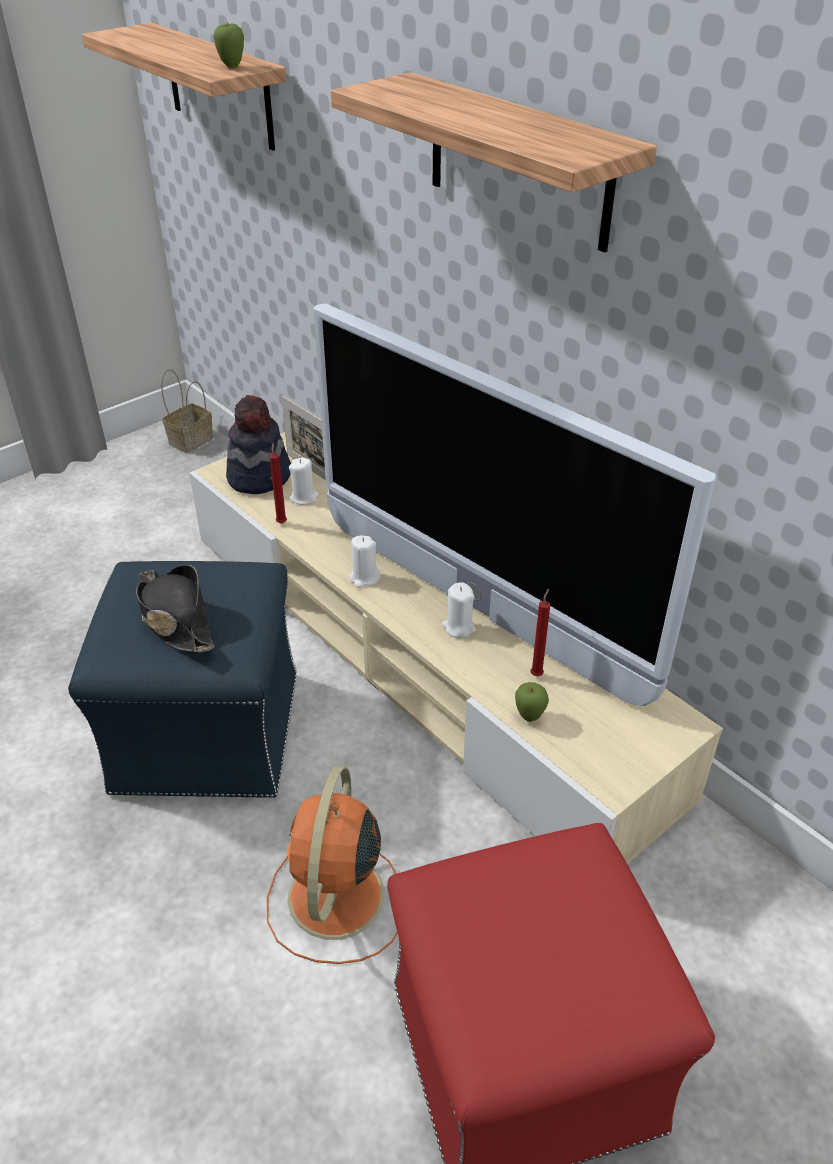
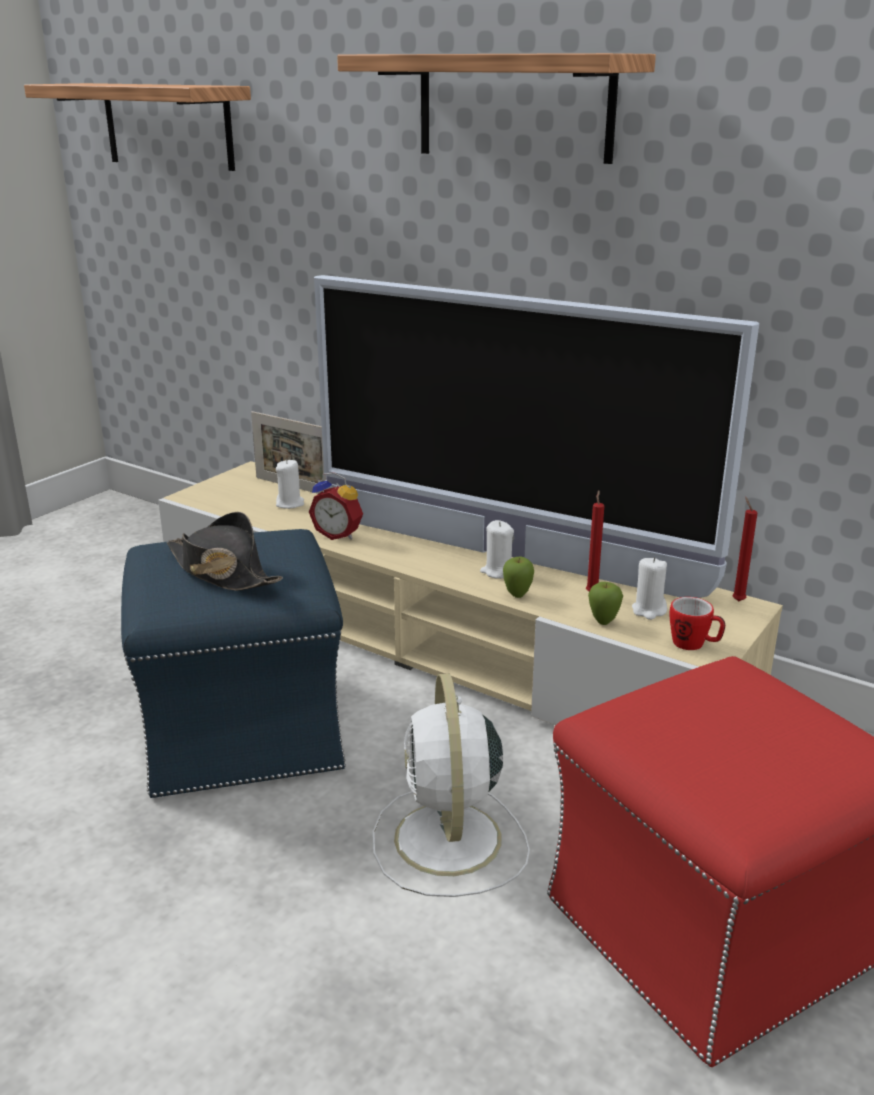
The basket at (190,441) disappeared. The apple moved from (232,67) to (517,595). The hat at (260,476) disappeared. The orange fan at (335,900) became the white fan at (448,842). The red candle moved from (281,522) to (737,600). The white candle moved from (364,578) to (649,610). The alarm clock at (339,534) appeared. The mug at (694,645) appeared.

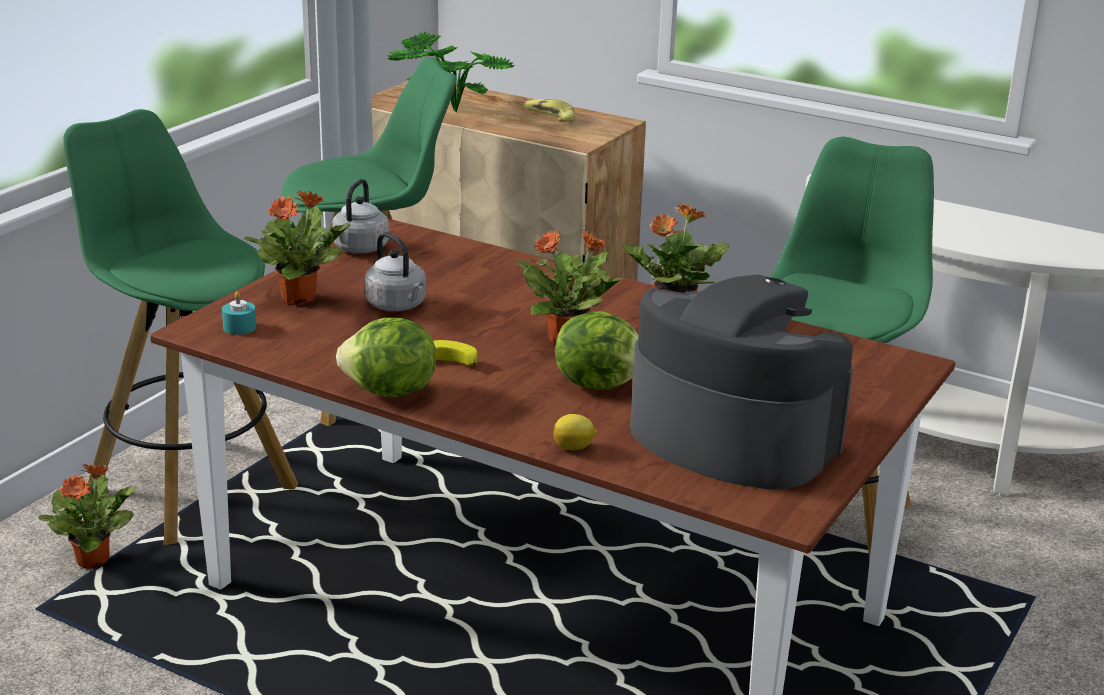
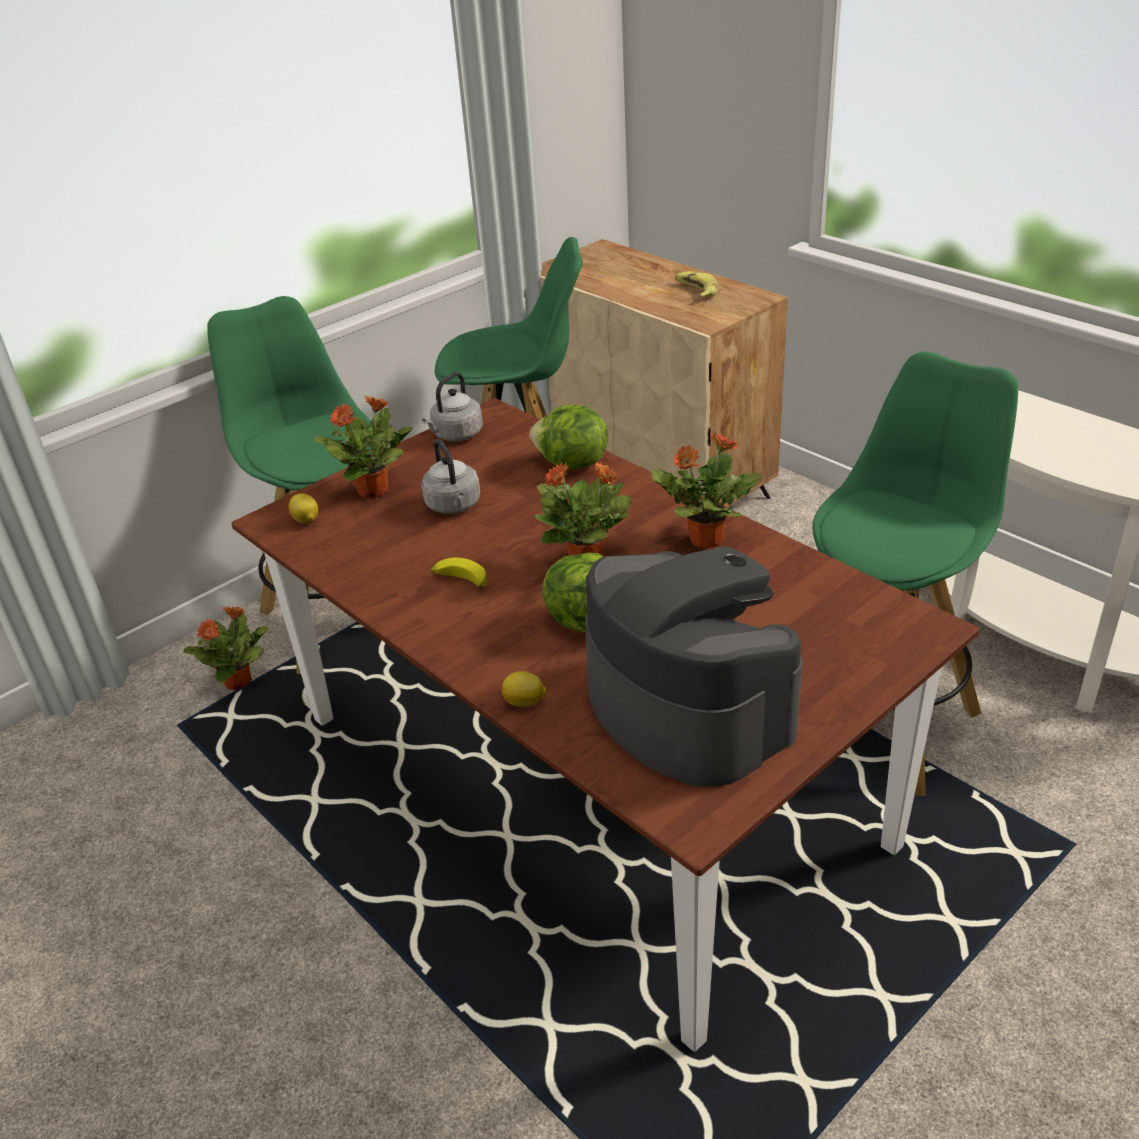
The turquoise candle at (239,327) was replaced by the lemon at (306,521). The lettuce moved from (390,393) to (571,464). The potted plant at (450,110) disappeared.

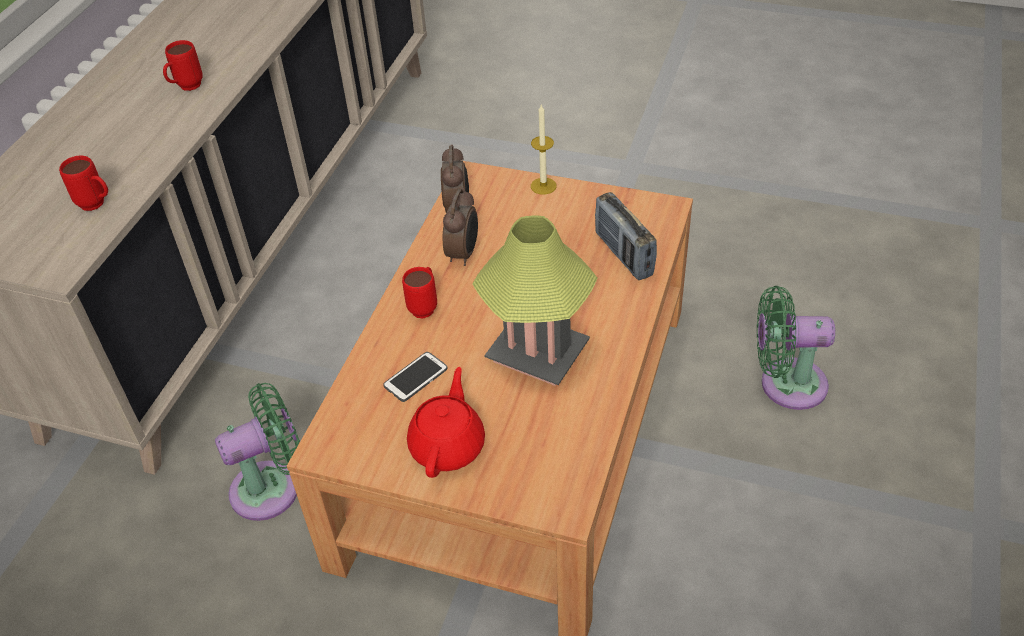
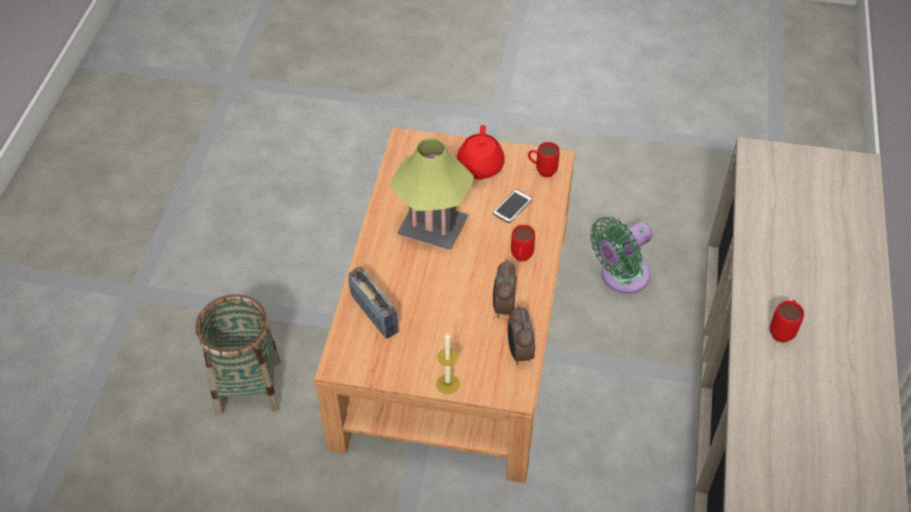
The red mug moved from (97,205) to (542,171). The green fan at (786,384) was replaced by the basket at (248,386).

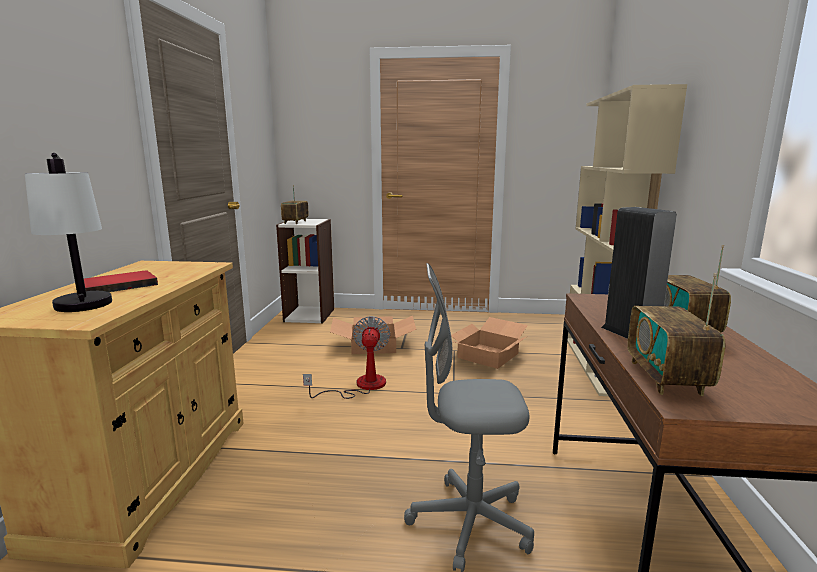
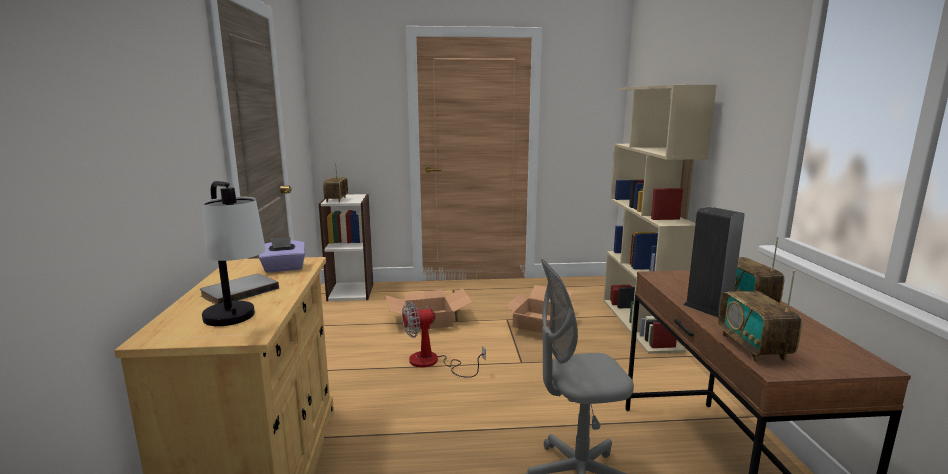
The red book at (118,285) became the grey book at (239,291). The fan at (361,386) turned 105 degrees counterclockwise. The purple tissue box at (284,268) appeared.

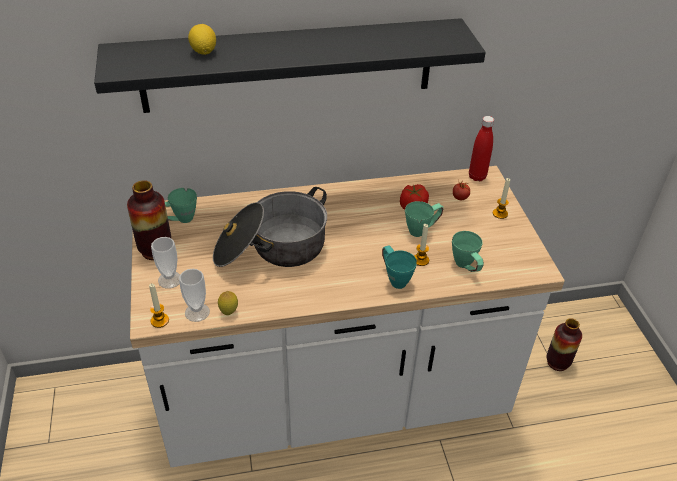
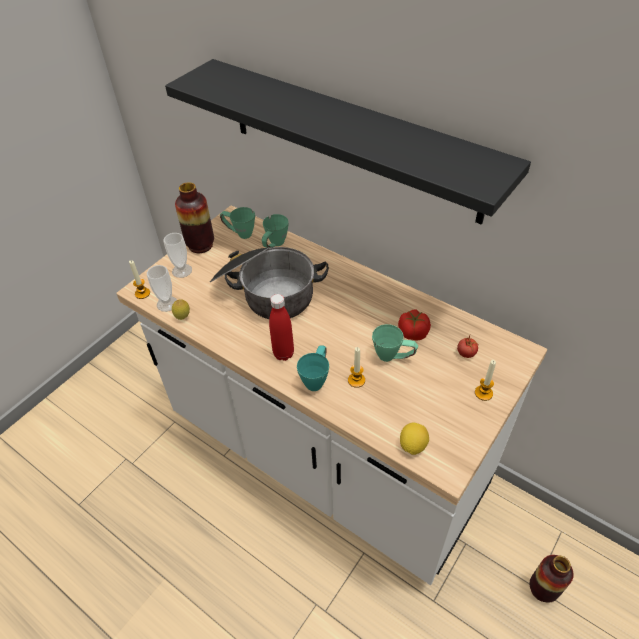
The lemon moved from (203,52) to (412,445). The green mug moved from (466,267) to (274,246). The red bottle moved from (477,177) to (283,354).

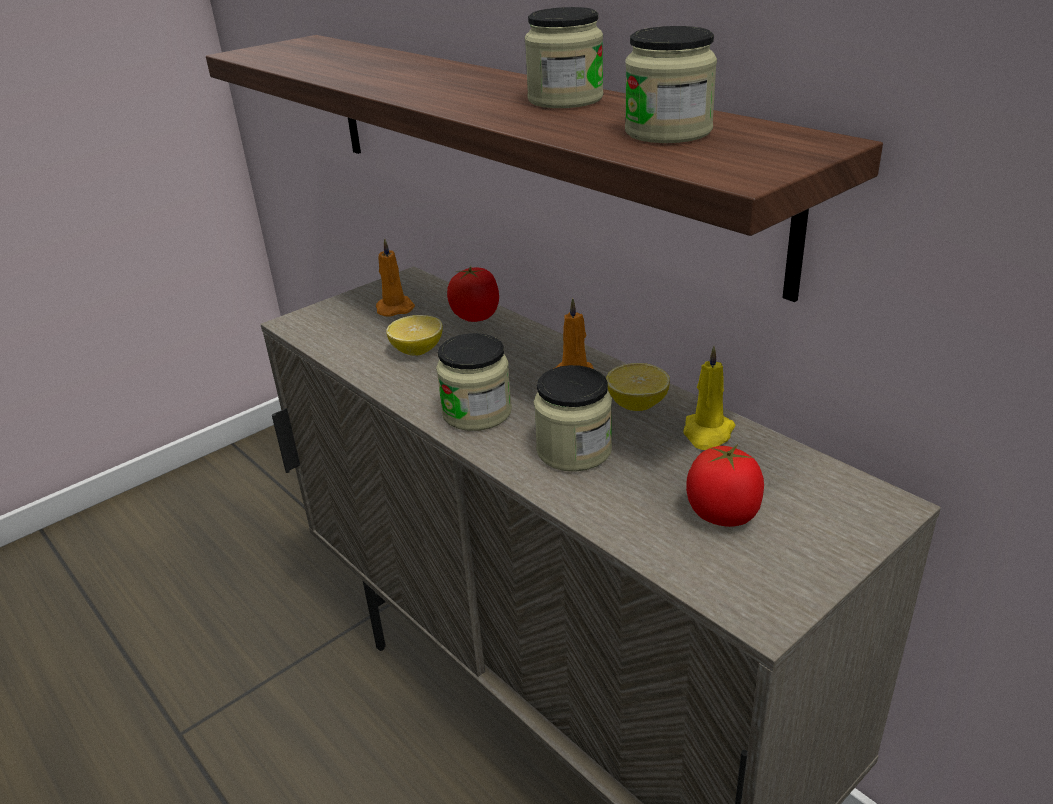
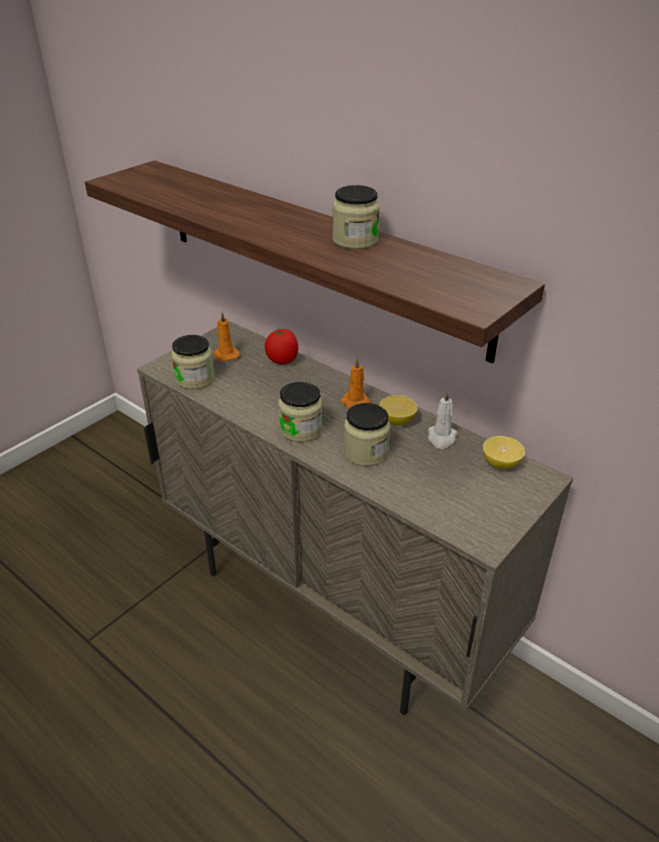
The lemon moved from (417,351) to (501,463). The jar moved from (668,131) to (195,379). The yellow candle at (707,433) became the white candle at (441,438). The tomato at (723,515) disappeared.

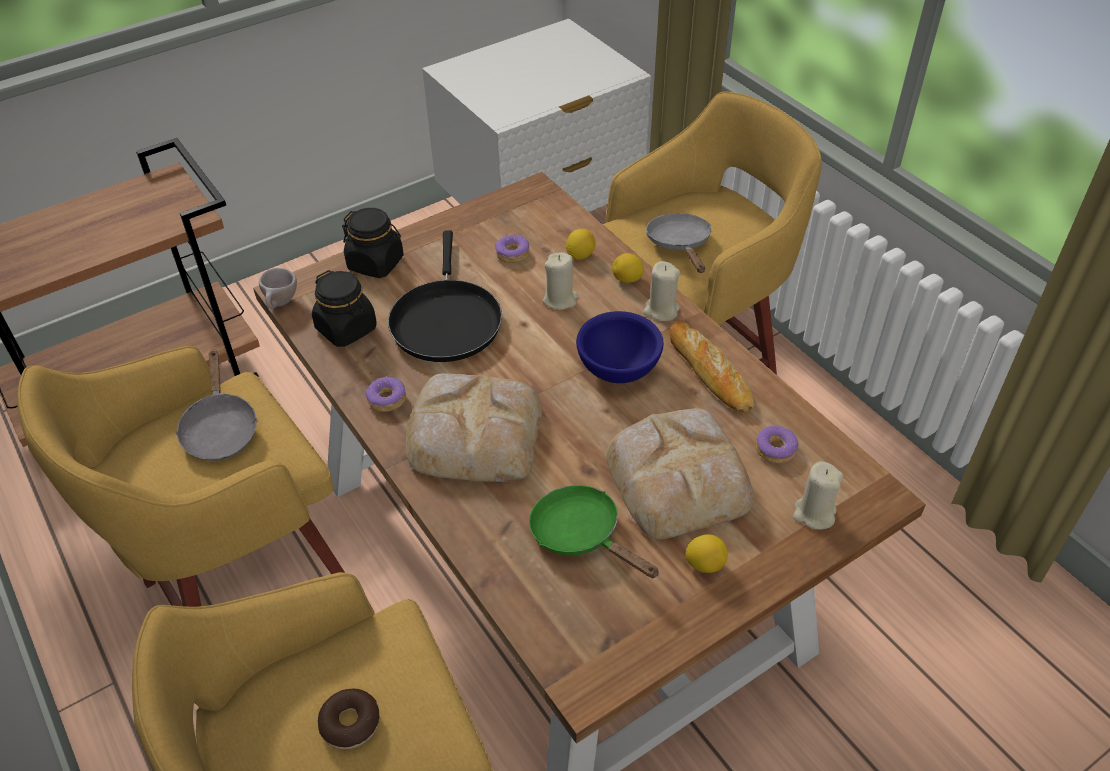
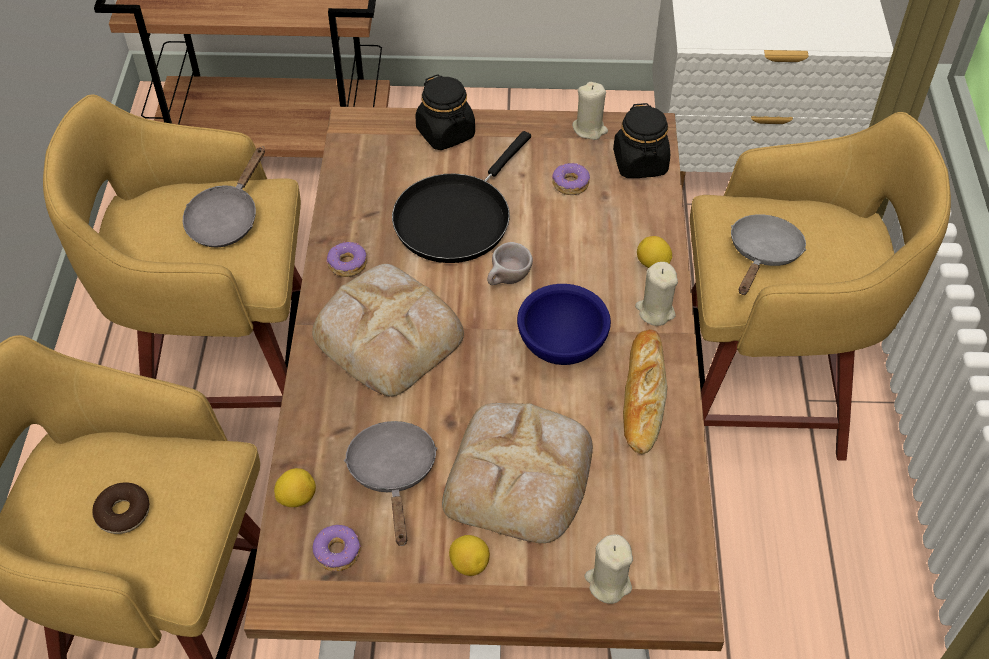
The beige cup moved from (281,304) to (507,281). The black jar moved from (346,329) to (640,163). The green frying pan at (582,535) became the grey frying pan at (393,474). The beige candle moved from (560,299) to (589,129). The lemon moved from (580,255) to (297,497). The donut moved from (776,449) to (338,552).

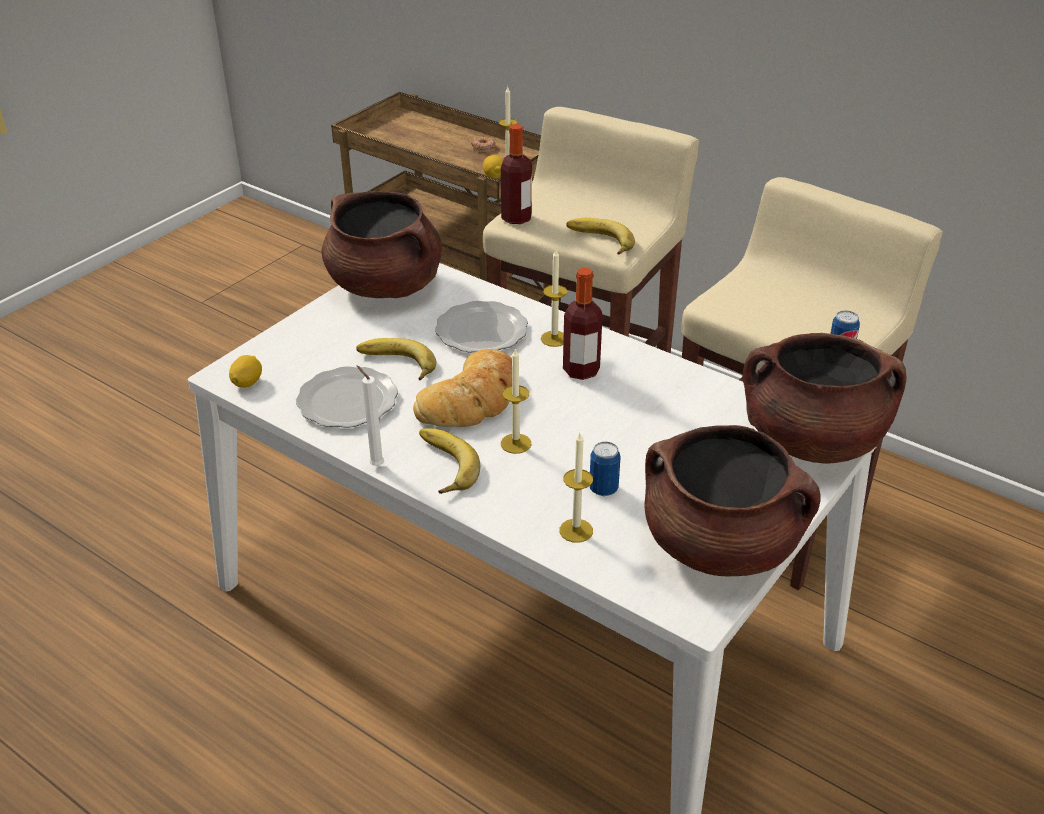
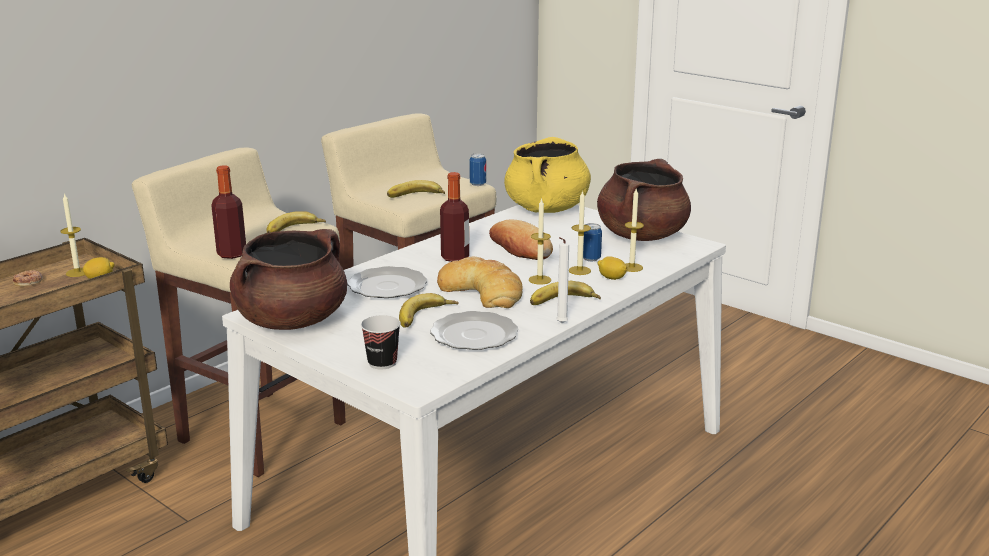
The lemon moved from (247,383) to (611,278). The candle moved from (554,338) to (579,270). The brown cooking pot at (812,441) became the yellow cooking pot at (547,209). The cup at (382,363) appeared. The banana at (416,196) appeared. The bread at (520,247) appeared.

